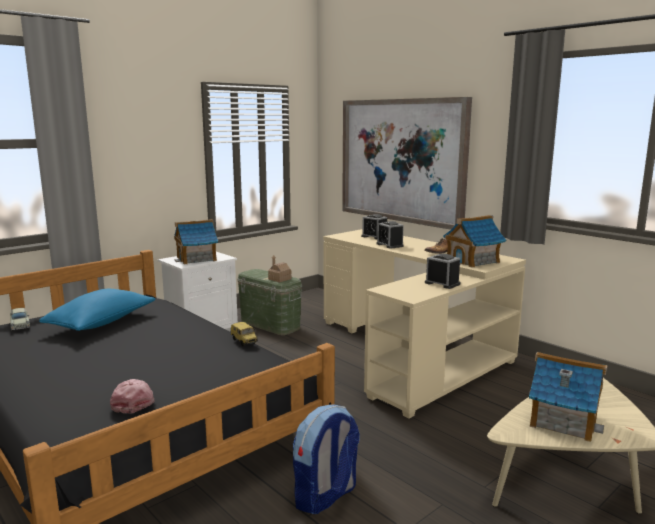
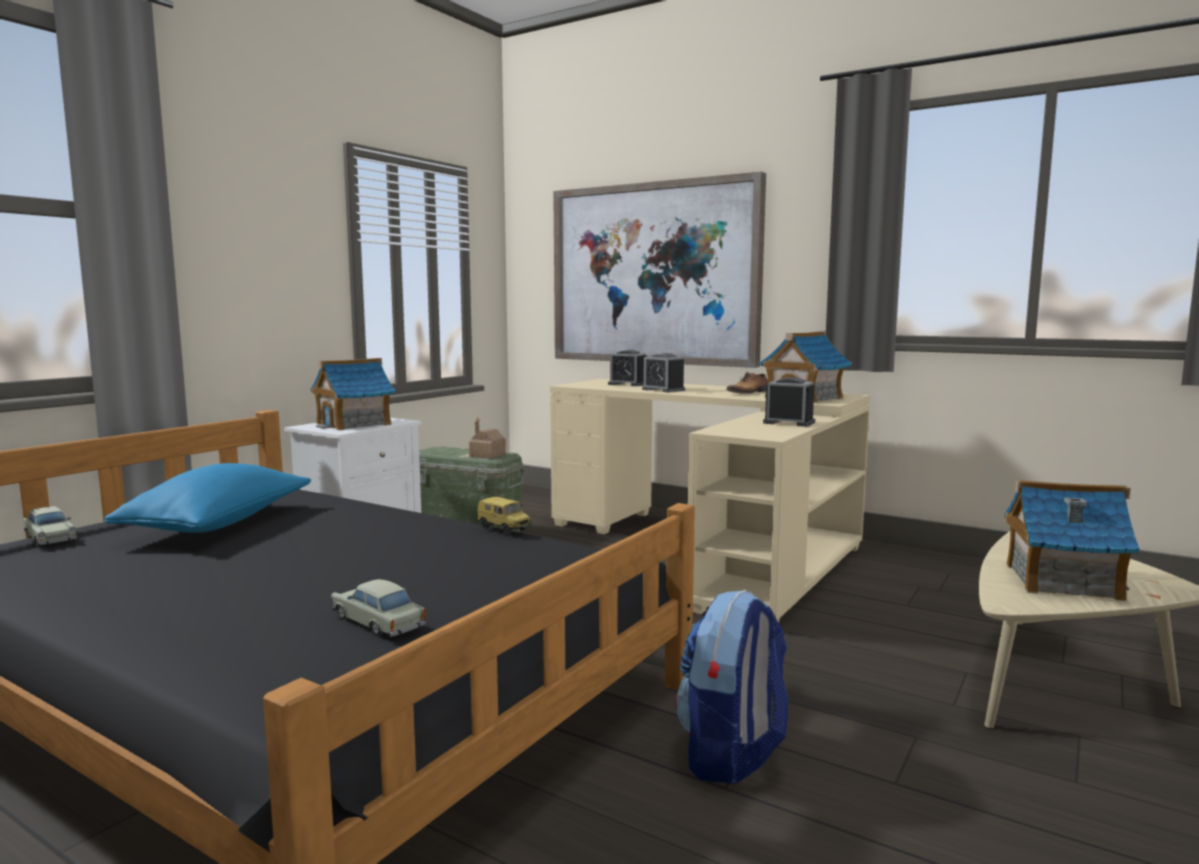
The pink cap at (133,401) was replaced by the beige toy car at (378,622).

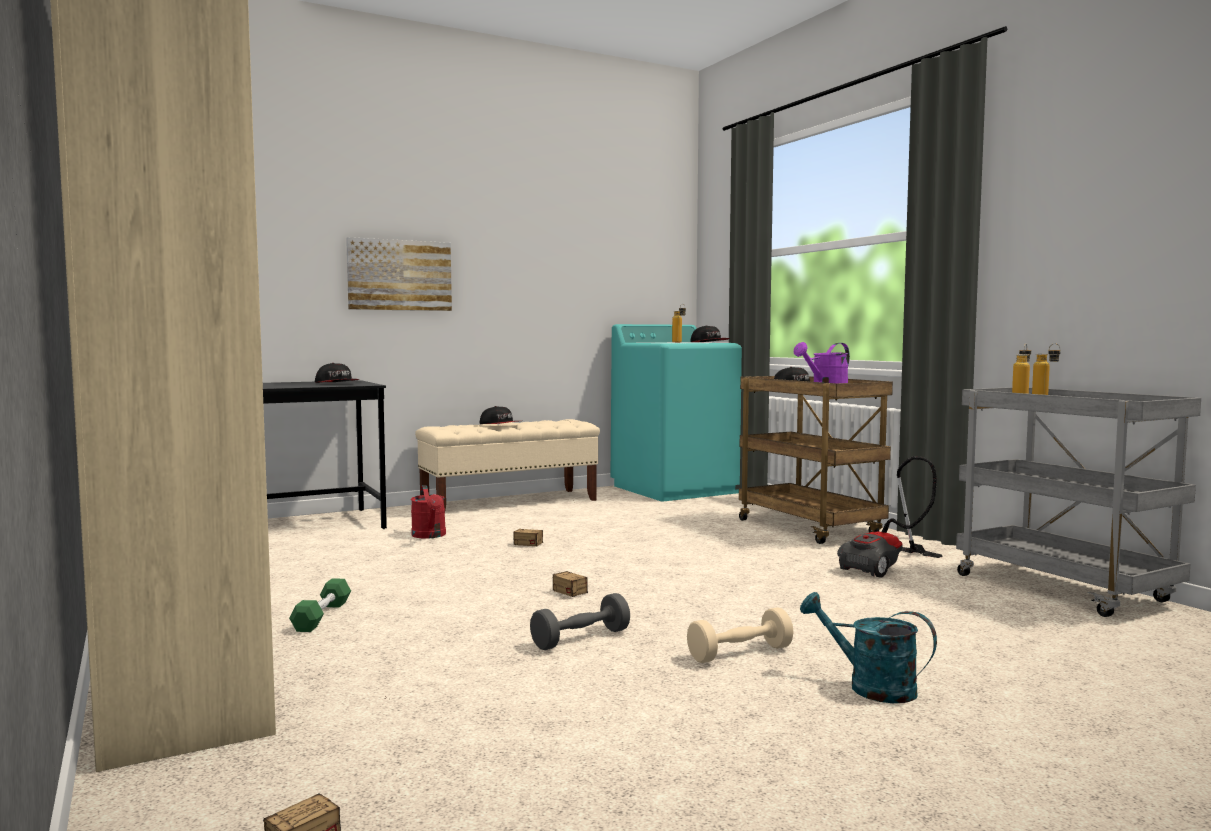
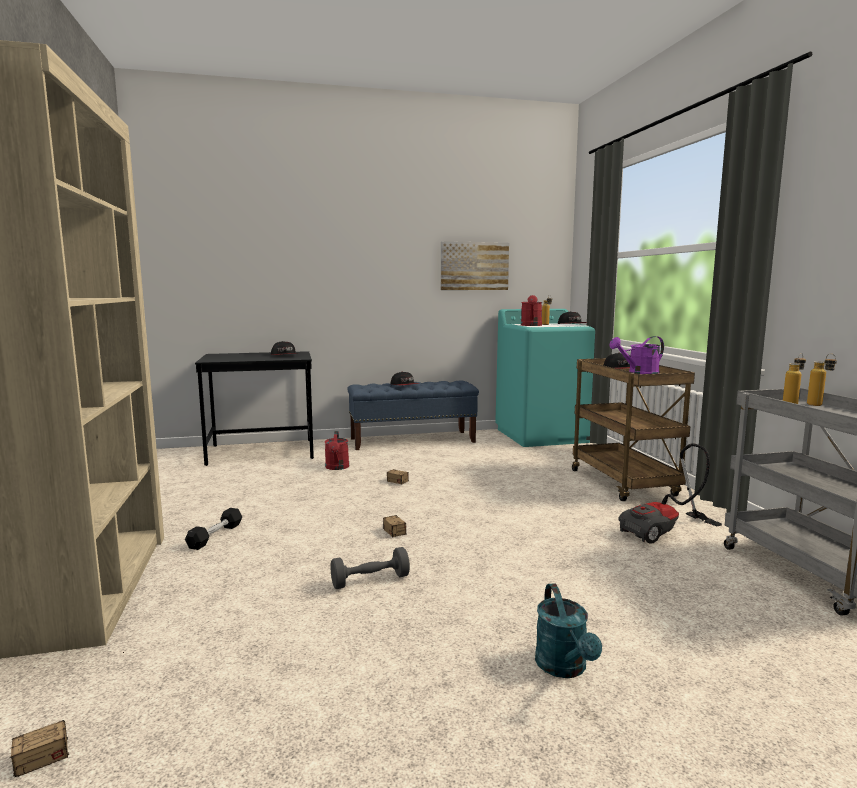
The green dumbbell at (322,616) became the black dumbbell at (215,536). The picture moved from (399,275) to (474,266). The beige bench at (510,502) became the blue bench at (412,440). The beige dumbbell at (740,653) disappeared. The turquoise watering can at (870,687) turned 150 degrees counterclockwise. The red watering can at (531,325) appeared.

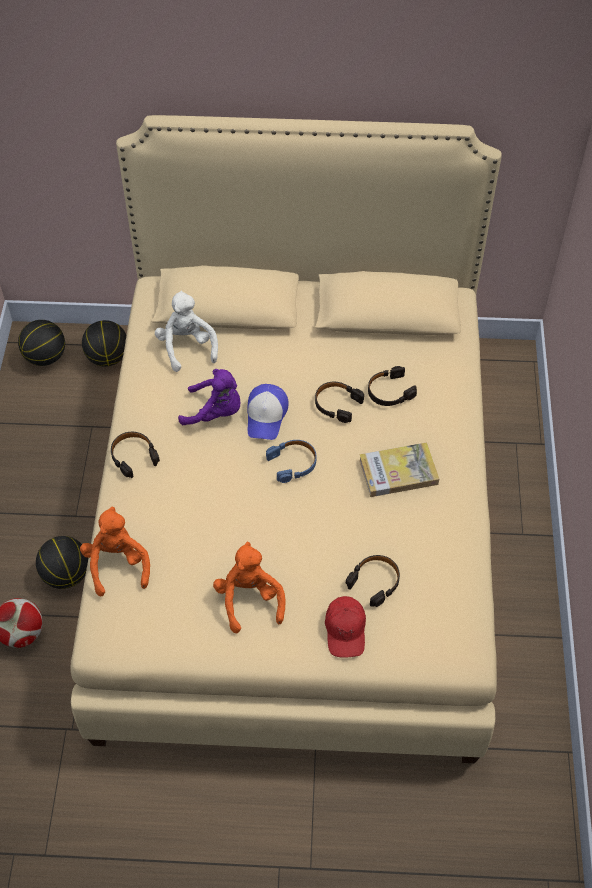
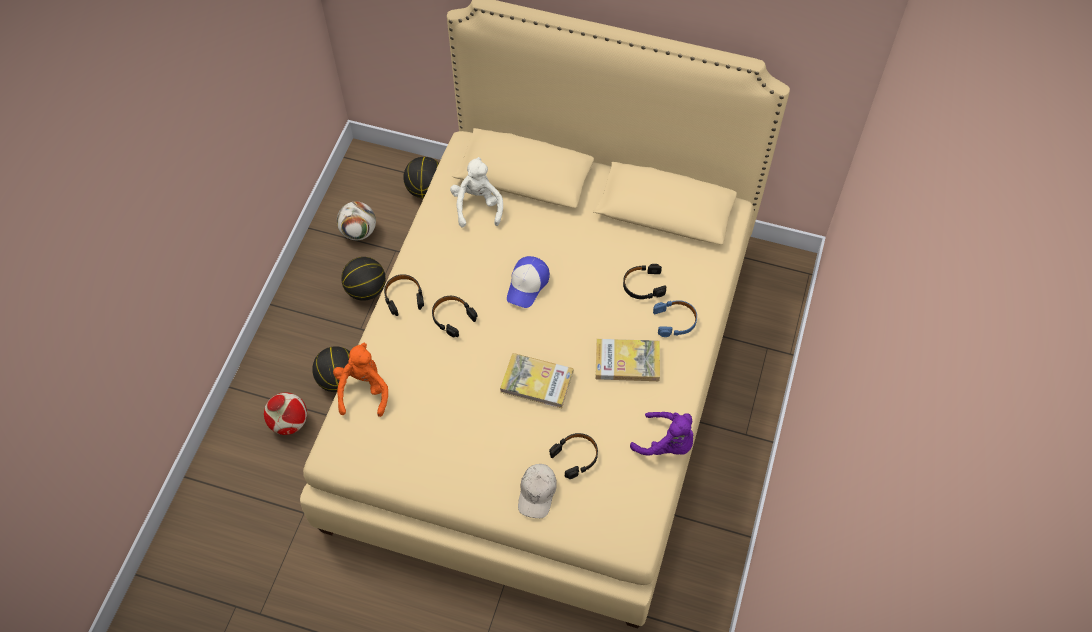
The basketball moved from (45,357) to (366,289). The purple plush toy moved from (215,412) to (666,443). The orange plush toy at (249,599) disappeared. The blue headphones moved from (293,463) to (675,321). The black headphones moved from (337,404) to (452,317). The red cap at (345,630) became the white cap at (537,493). The football at (359,232) appeared. The book at (537,382) appeared.

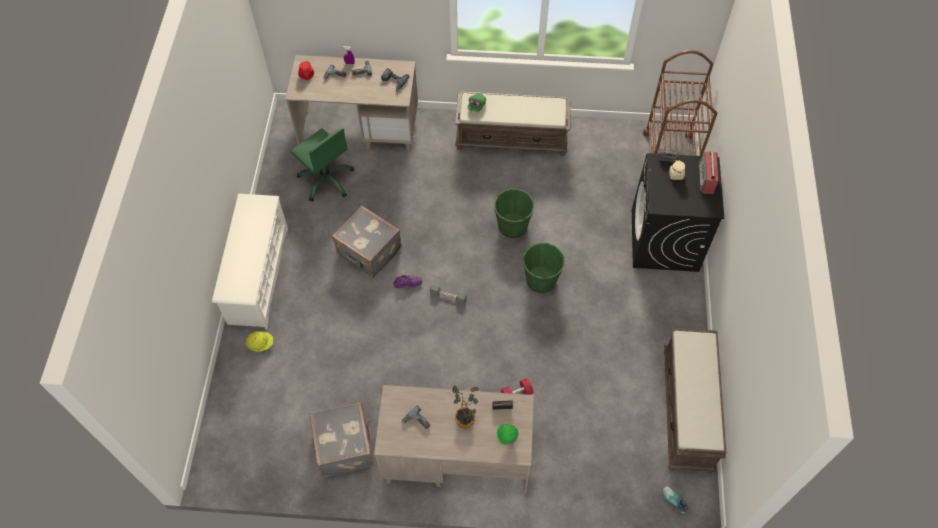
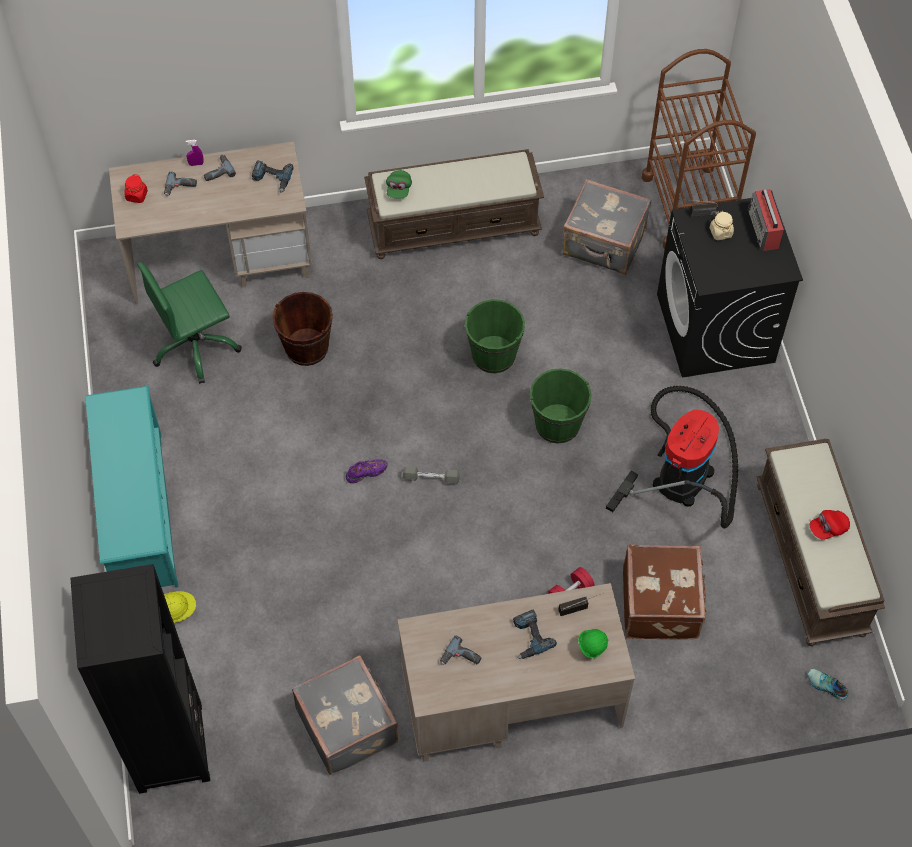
The white shoe rack at (258,275) became the turquoise shoe rack at (138,512). The green office chair at (326,180) turned 120 degrees clockwise. The grey suitcase moved from (369,252) to (604,244). The potted plant at (466,418) was replaced by the power drill at (528,637). The black bookcase at (170,747) appeared. The brown bucket at (306,347) appeared. The vacuum cleaner at (684,472) appeared. The brown suitcase at (661,604) appeared. The red cap at (828,528) appeared.

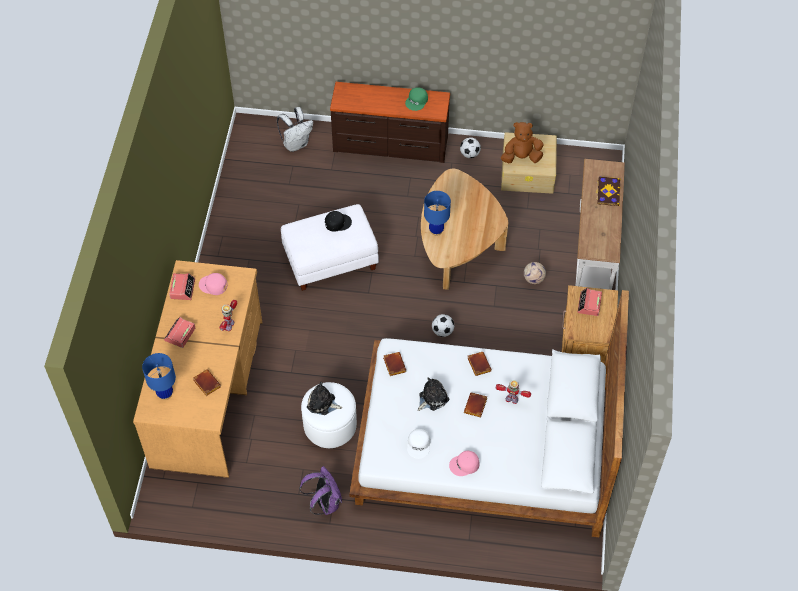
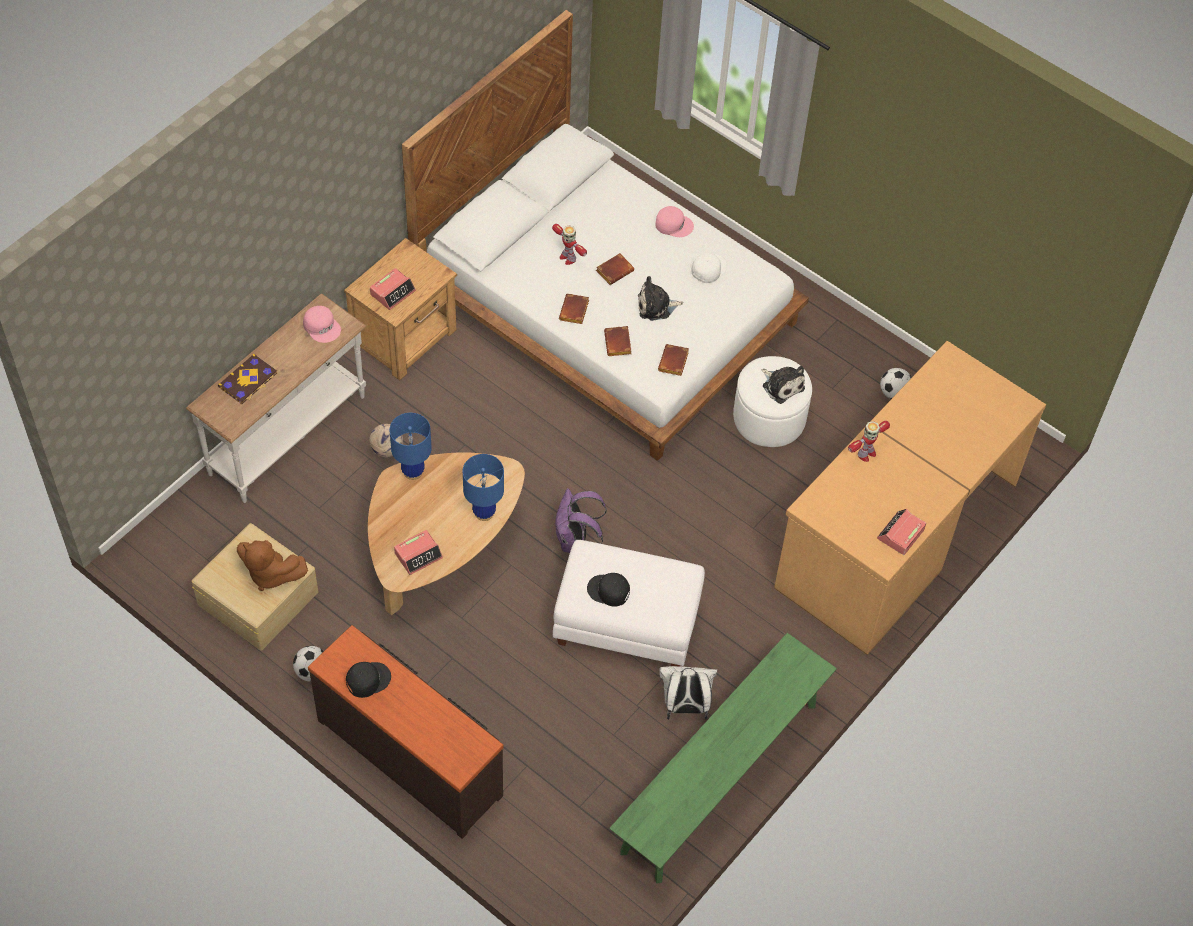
The blue table lamp moved from (165,394) to (413,472). The alarm clock moved from (179,334) to (418,555). The brown book moved from (206,383) to (619,344). The pink cap moved from (213,285) to (322,326). The white backpack moved from (296,144) to (685,707). The purple backpack moved from (324,503) to (575,541). The green cap at (417,101) became the black cap at (367,679). The football moved from (442,331) to (894,393). The green bench at (720,777) appeared.

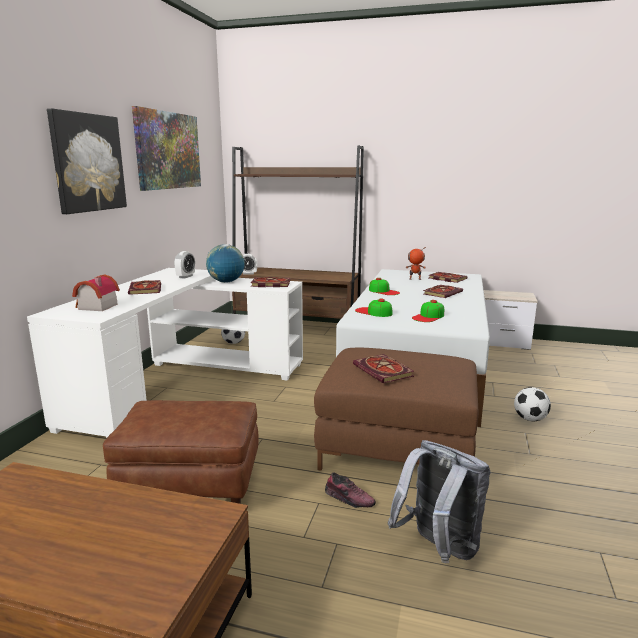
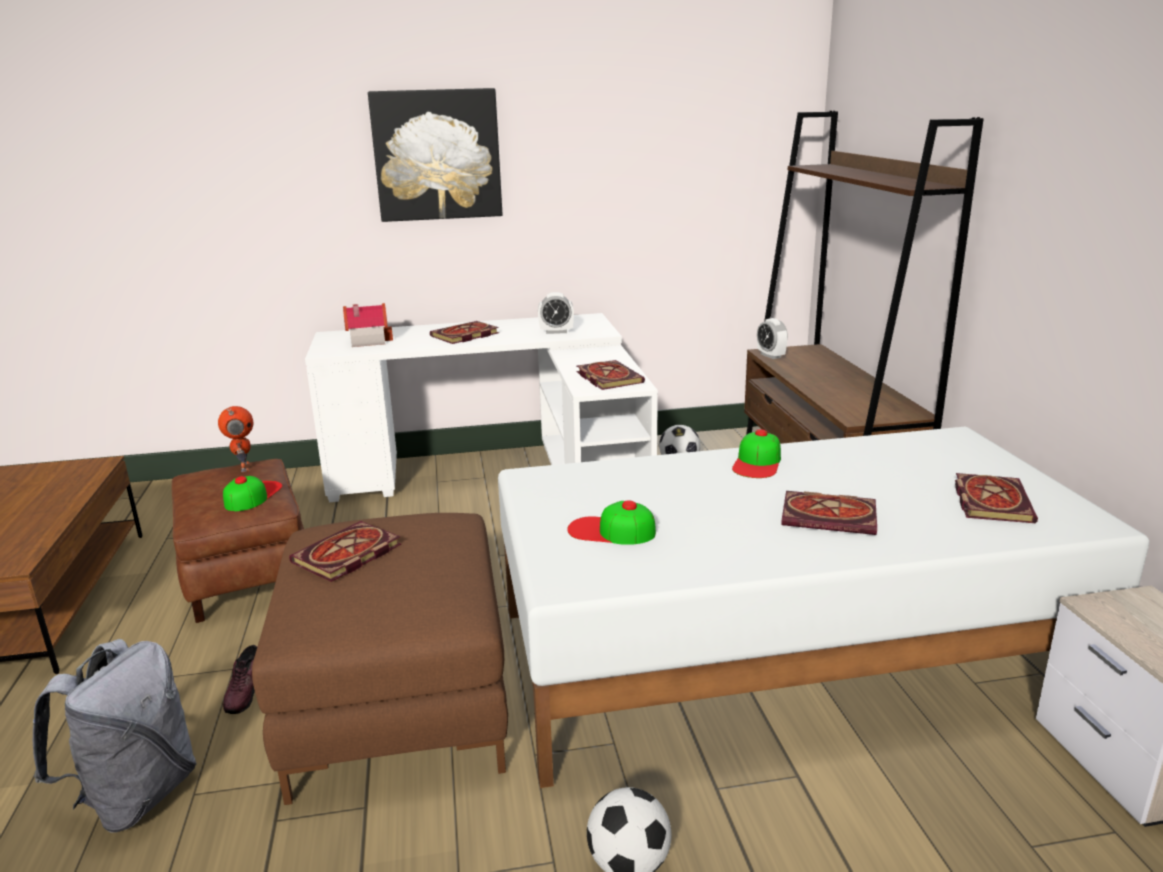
The picture at (168,150) disappeared. The globe at (226,282) disappeared. The cap moved from (373,312) to (252,495). The toy robot moved from (415,279) to (243,467).

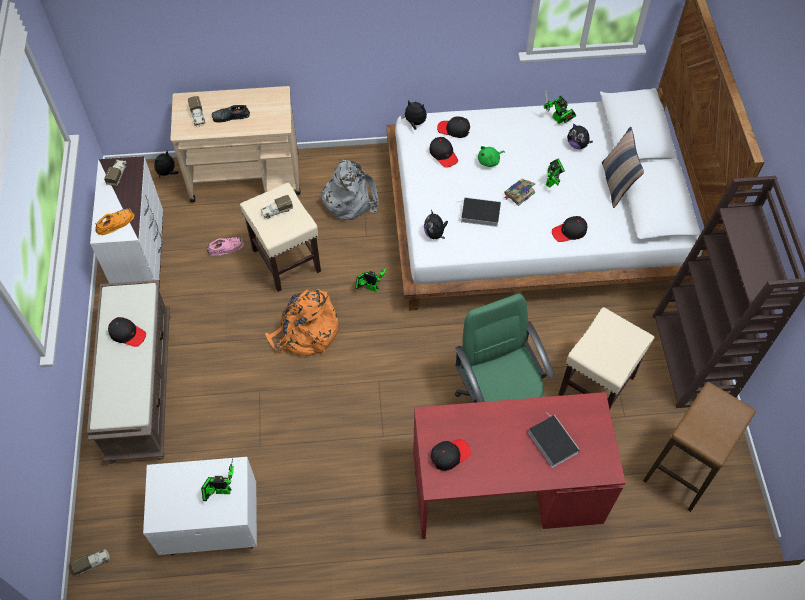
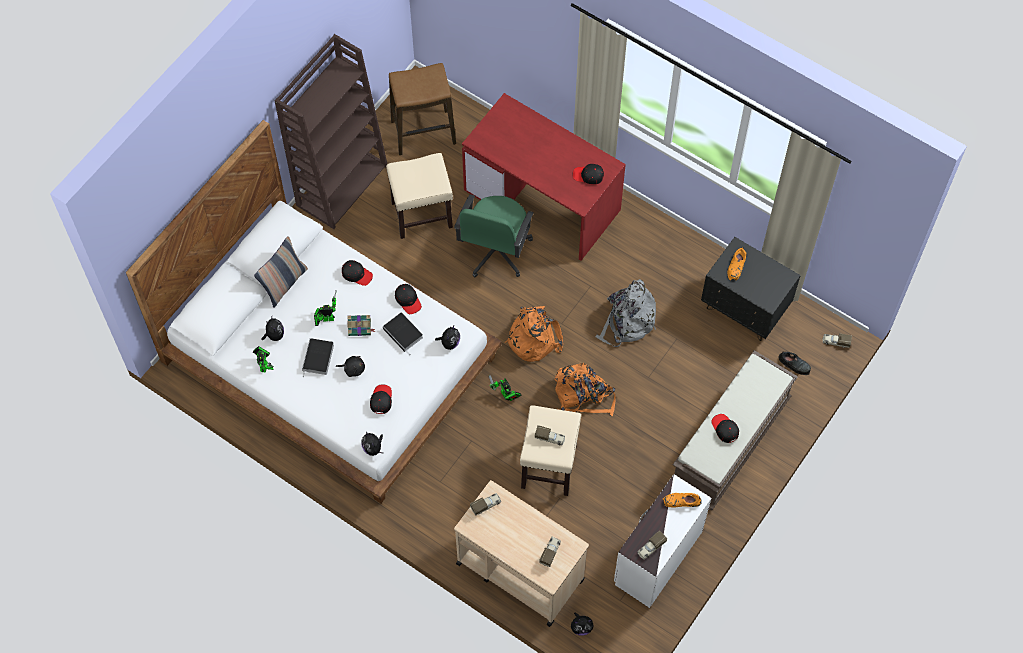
The white nightstand at (212,526) became the black nightstand at (745,310). The toy robot at (220,490) was replaced by the orange shoe at (736,266). The pink shoe at (226,247) disappeared. The black shoe moved from (230,116) to (794,364). The grey backpack moved from (349,198) to (627,321). The black cap moved from (454,129) to (408,300). The green plush toy at (489,161) became the black plush toy at (353,369). The book moved from (551,441) to (318,359). The toy truck at (486,505) appeared. The orange backpack at (533,337) appeared.

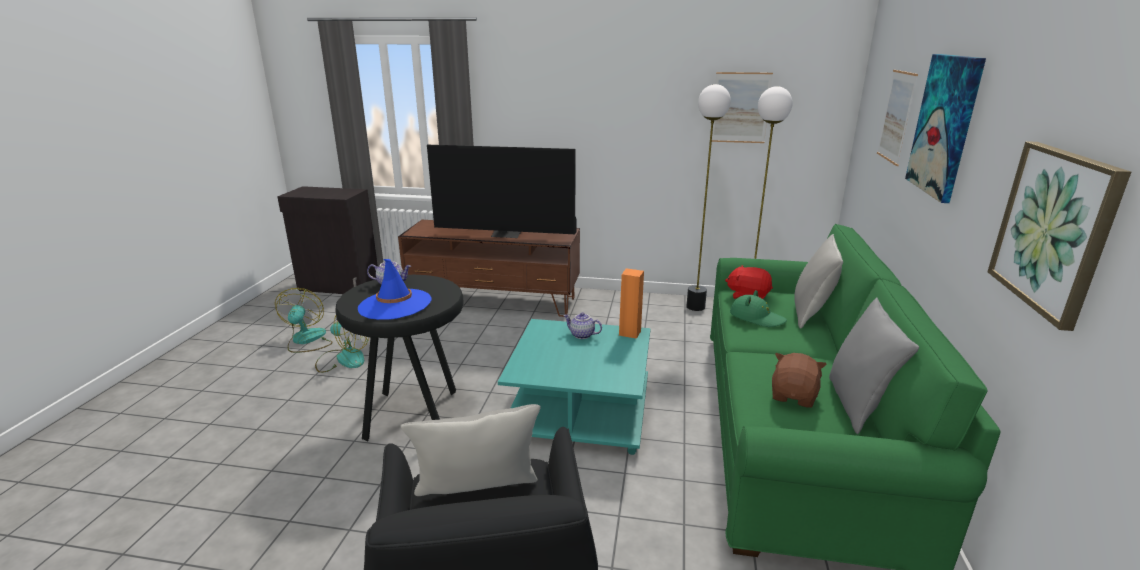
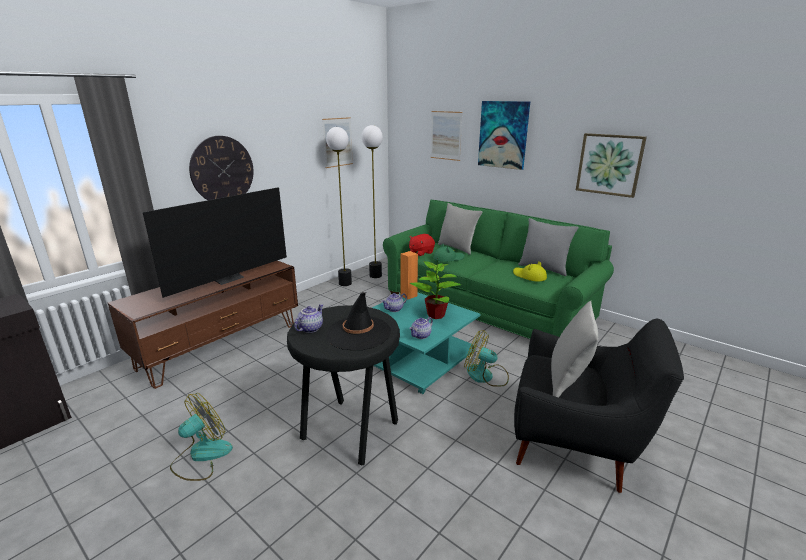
The fan moved from (306,341) to (486,376). The blue hat at (395,305) became the black hat at (358,333). The brown plush toy at (794,396) was replaced by the yellow hat at (529,276). The wall clock at (222,170) appeared. The teapot at (421,336) appeared. The potted plant at (436,315) appeared.

